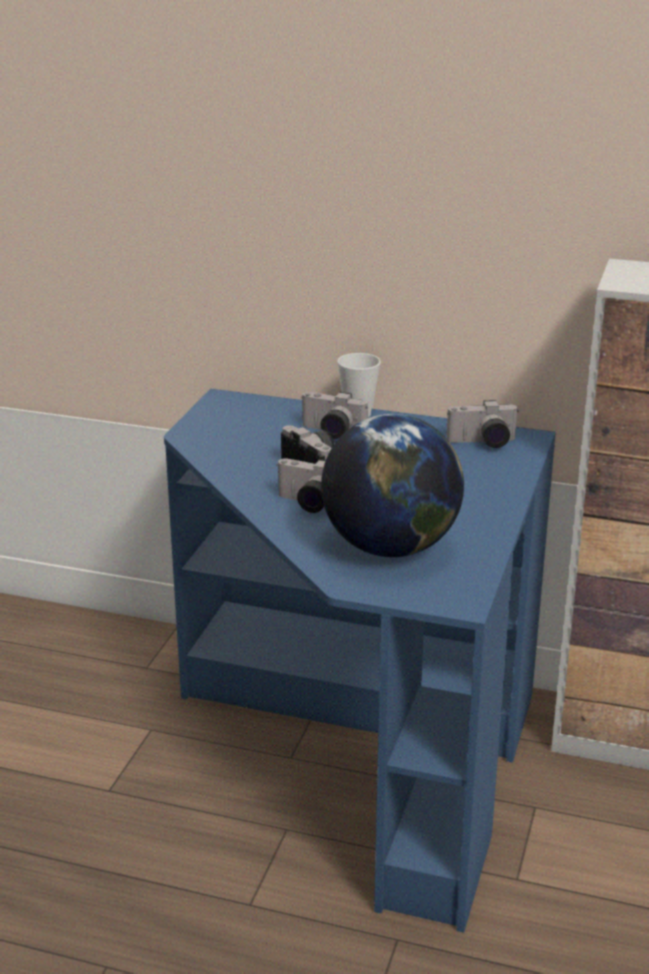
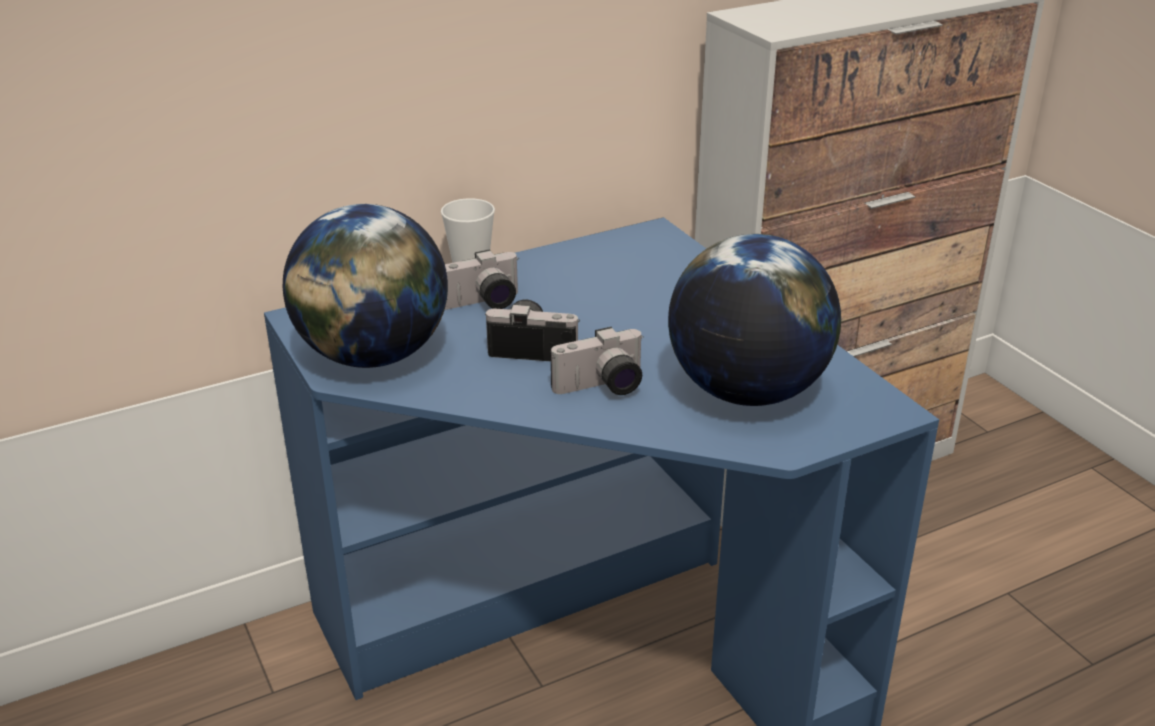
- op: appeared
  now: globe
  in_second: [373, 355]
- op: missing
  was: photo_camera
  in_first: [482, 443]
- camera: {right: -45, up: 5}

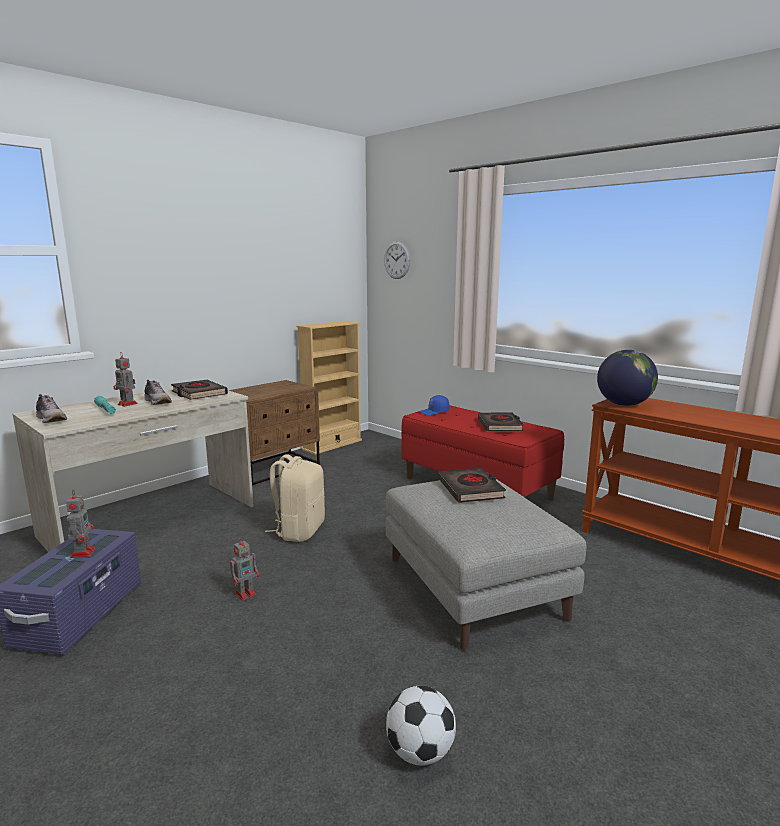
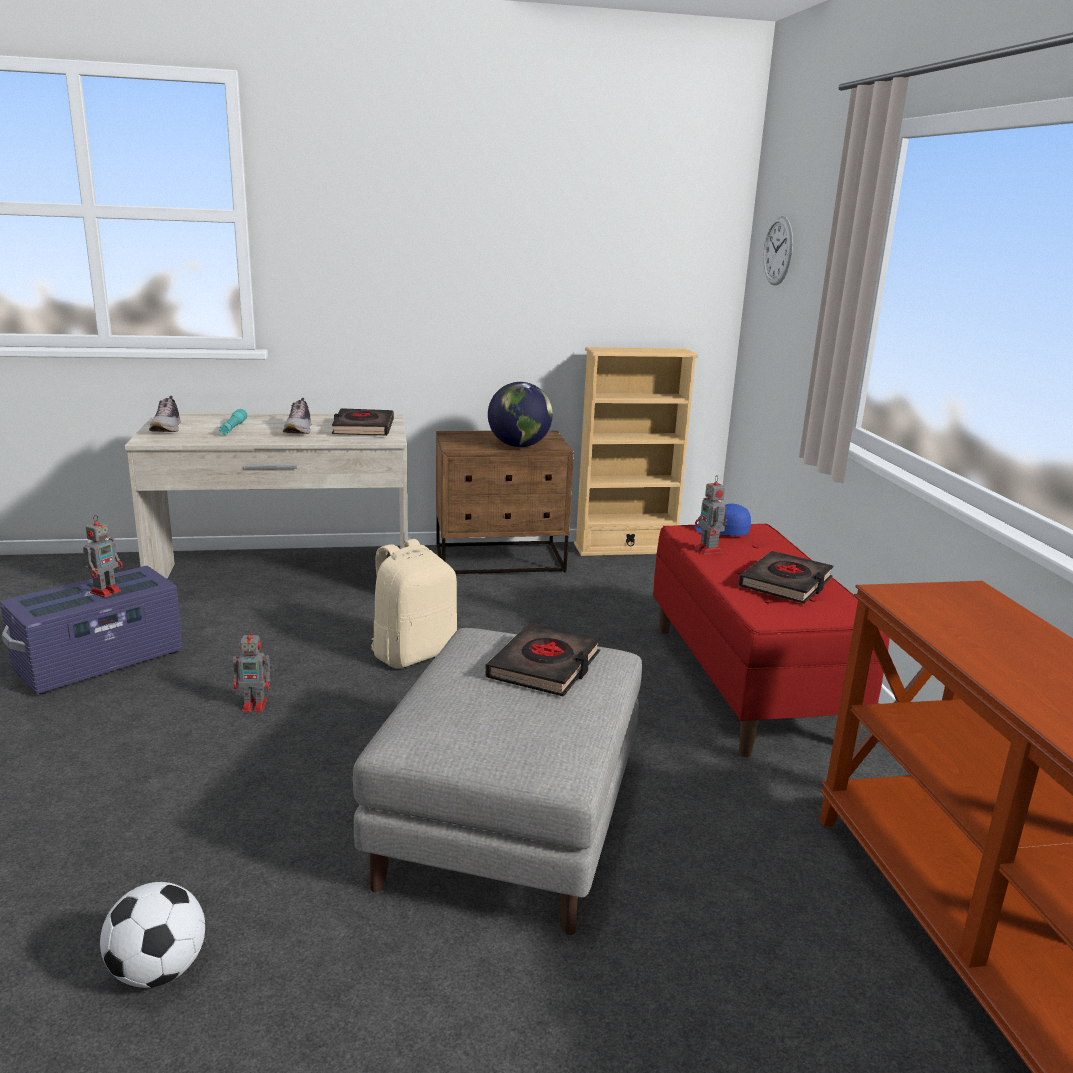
- op: relocated
  was: globe
  in_first: [624, 404]
  in_second: [519, 446]
- op: relocated
  was: toy_robot
  in_first: [128, 404]
  in_second: [709, 551]
- camera: {right: 35, up: 5}

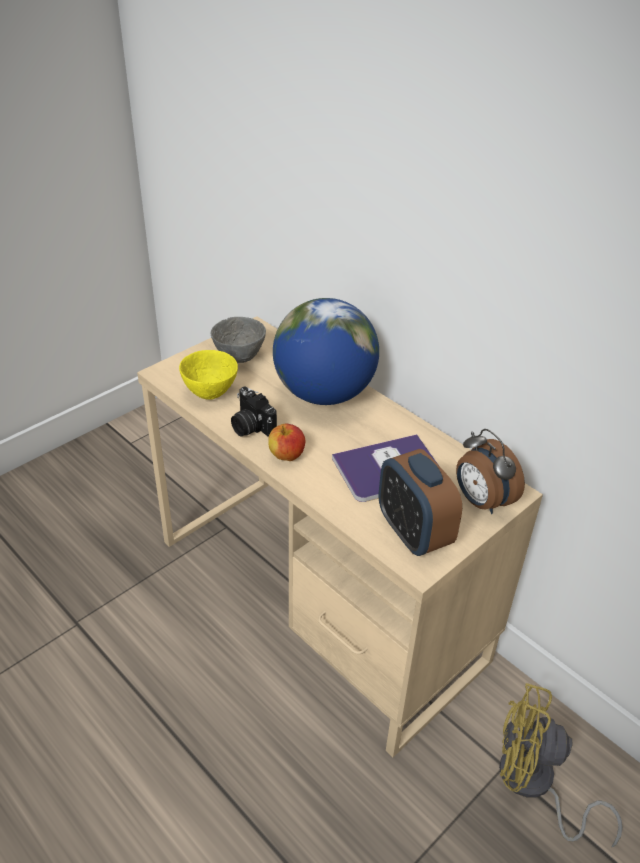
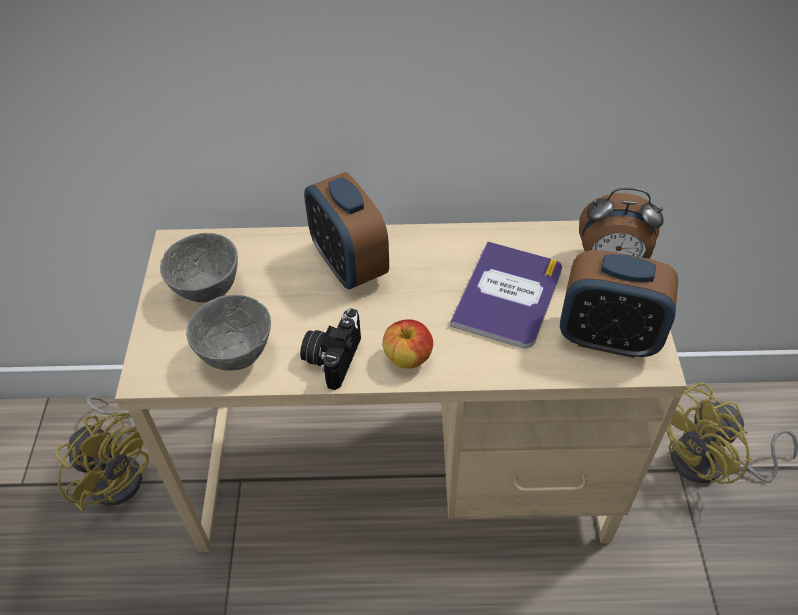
- op: appeared
  now: yellow_fan
  in_second: [119, 471]
- op: colour
  was: yellow_bowl
  now: grey_bowl
  in_first: [210, 392]
  in_second: [235, 354]
- op: spun
  was: photo_camera
  in_first: [250, 427]
  in_second: [332, 357]
  clockwise: 105
- op: exchanged
  was: globe
  now: alarm_clock
  in_first: [324, 394]
  in_second: [349, 264]
- camera: {right: -45, up: 10}

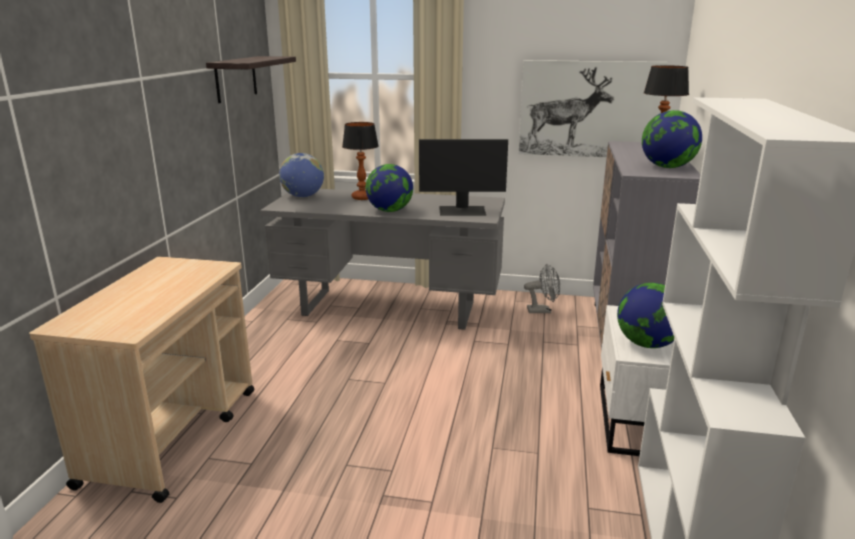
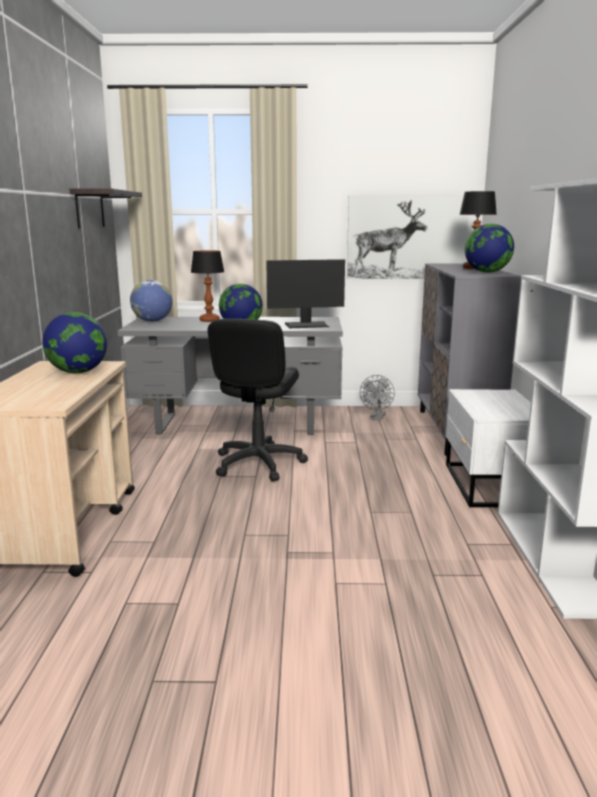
- op: relocated
  was: globe
  in_first: [647, 344]
  in_second: [78, 372]
- op: appeared
  now: black_office_chair
  in_second: [258, 463]
- op: spun
  was: grey_fan
  in_first: [543, 310]
  in_second: [377, 418]
  clockwise: 120
- camera: {right: -10, up: -5}

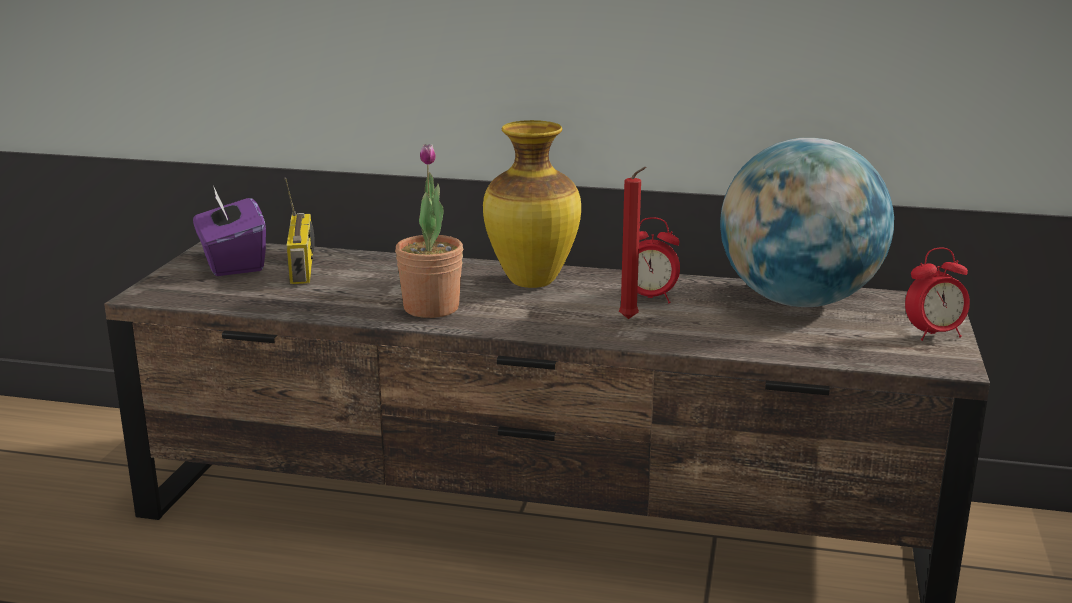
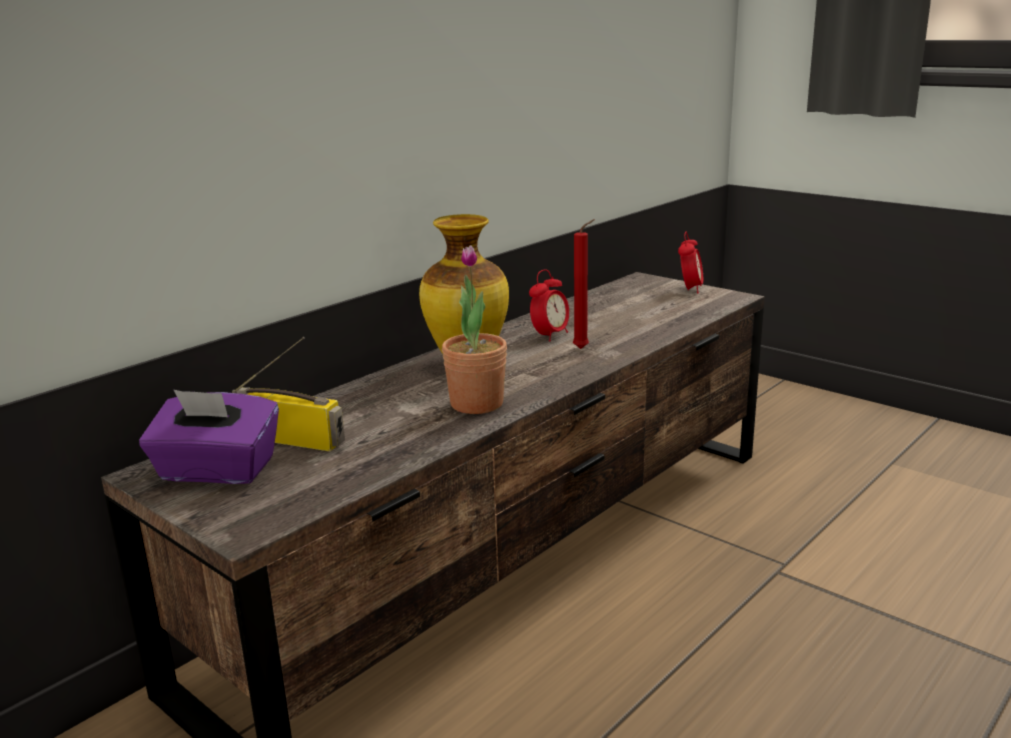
- op: missing
  was: globe
  in_first: [798, 301]
- camera: {right: -60, up: 0}

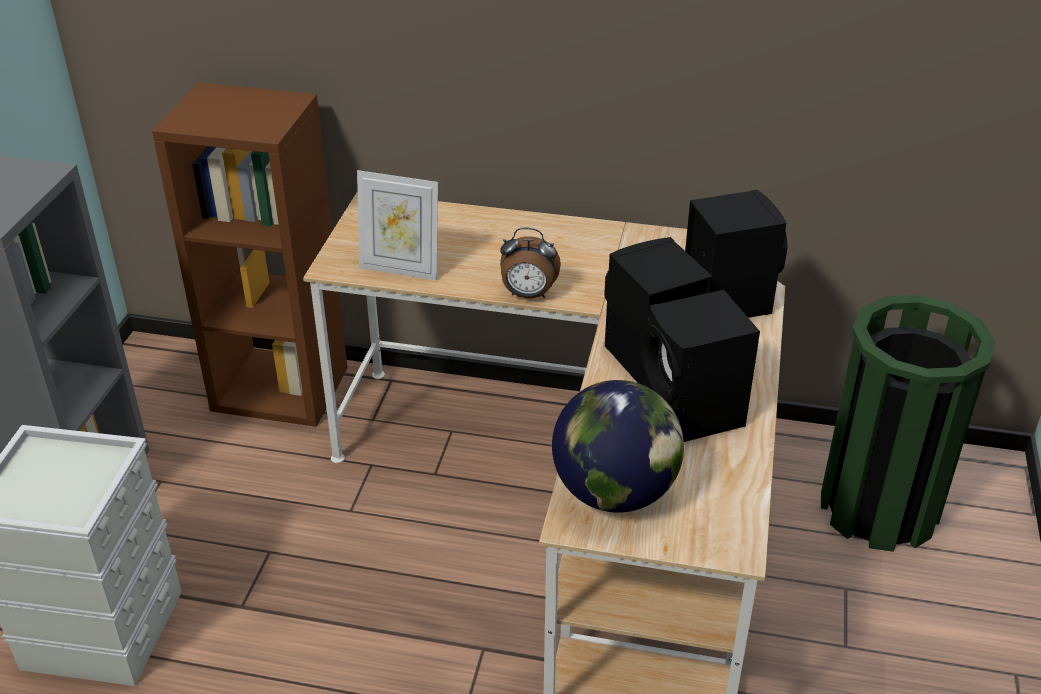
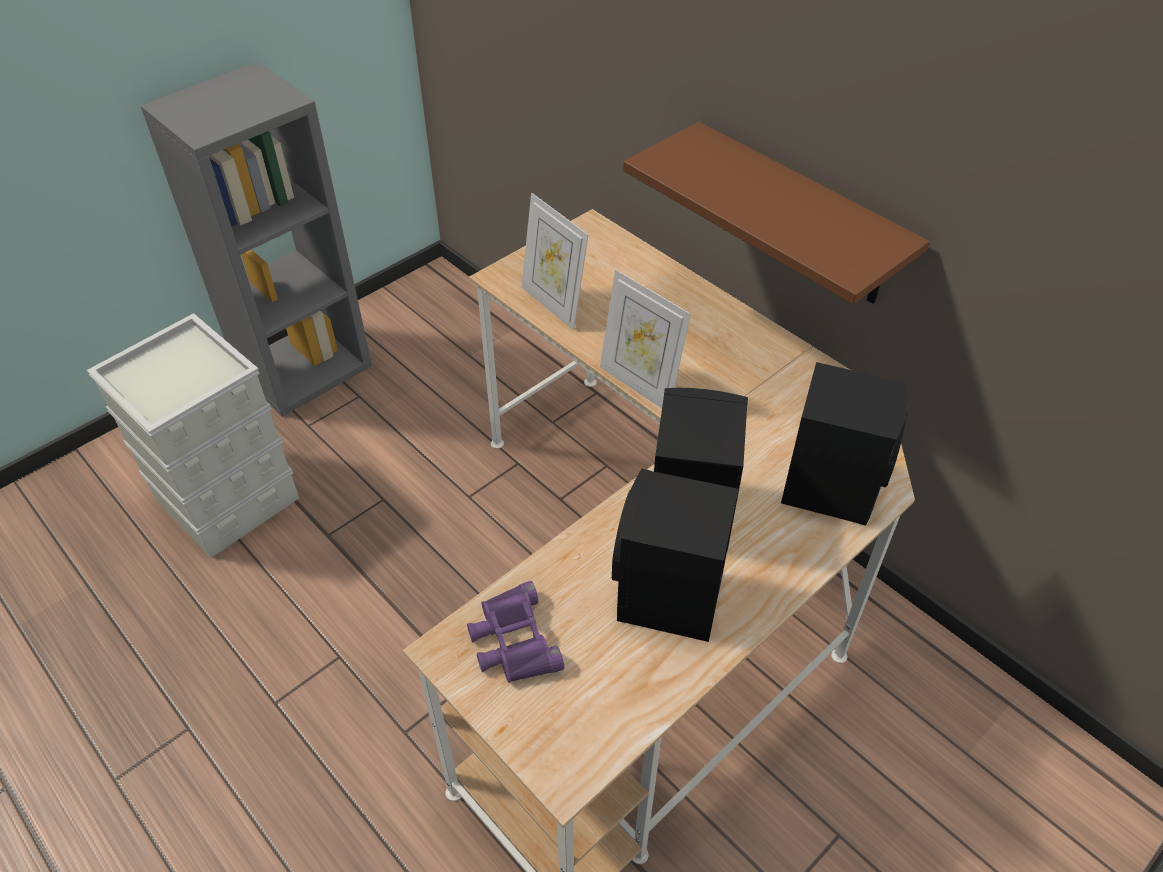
- op: exchanged
  was: globe
  now: purple_binoculars
  in_first: [614, 493]
  in_second: [513, 641]
- op: exchanged
  was: alarm_clock
  now: picture_frame
  in_first: [528, 295]
  in_second: [639, 384]
- op: appeared
  now: brown_shelf
  in_second: [798, 216]
- op: missing
  was: brown_bookcase
  in_first: [282, 388]
- op: missing
  was: green_trash_can
  in_first: [879, 508]
- camera: {right: 35, up: 10}

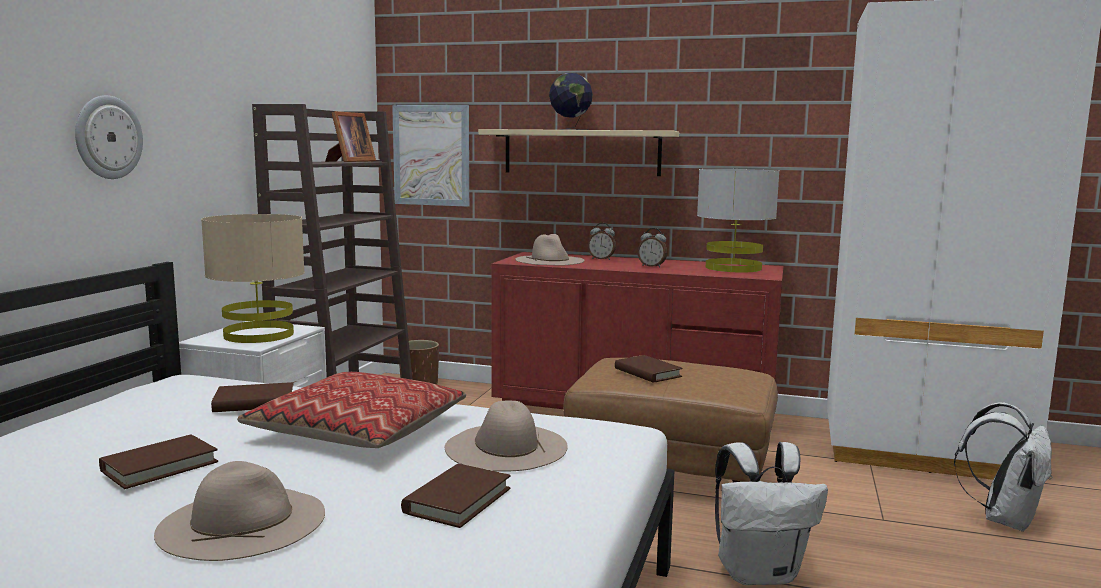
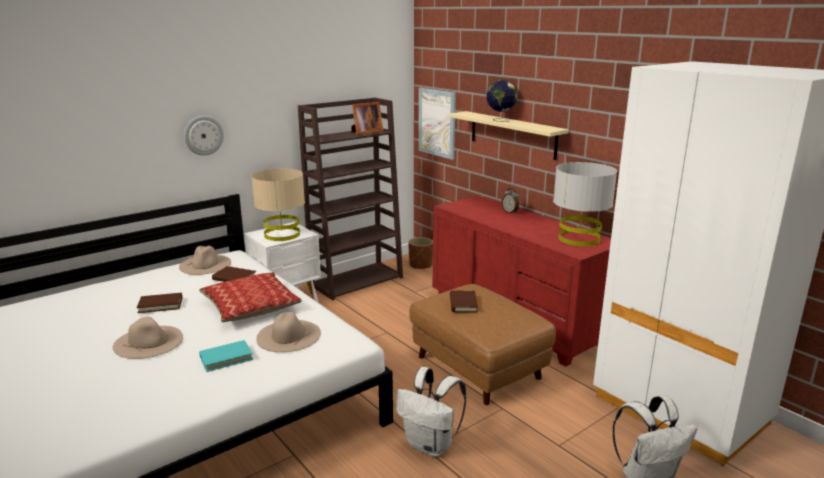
- op: relocated
  was: beige_hat
  in_first: [550, 260]
  in_second: [205, 264]
- op: colour
  was: brown_book
  now: turquoise_book
  in_first: [457, 500]
  in_second: [226, 358]
- op: missing
  was: alarm_clock
  in_first: [652, 266]
- camera: {right: 35, up: 10}

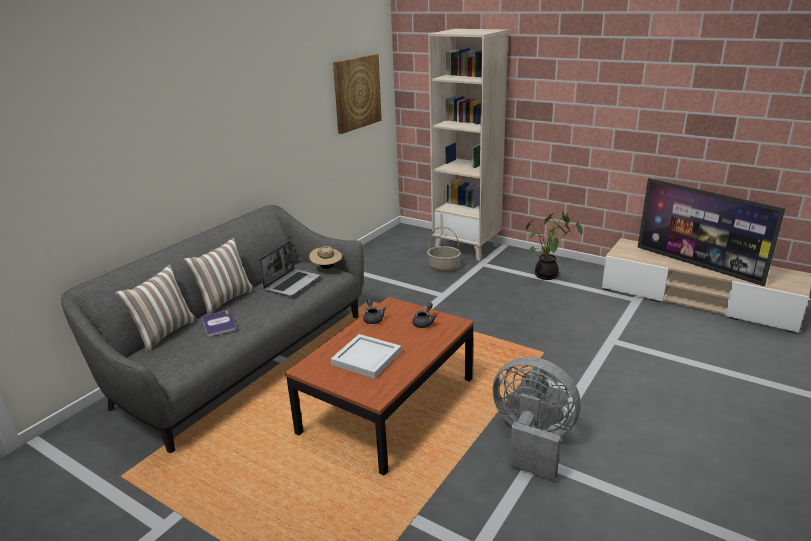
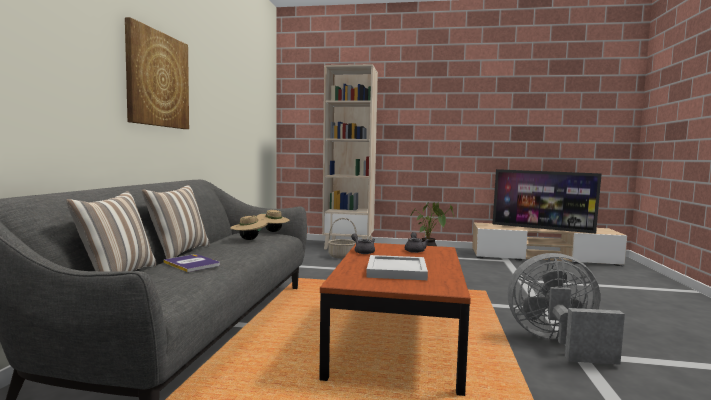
- op: relocated
  was: picture
  in_first: [357, 93]
  in_second: [157, 79]
- op: exchanged
  was: laptop
  now: beige_hat
  in_first: [292, 283]
  in_second: [249, 239]
- camera: {right: -25, up: -20}

